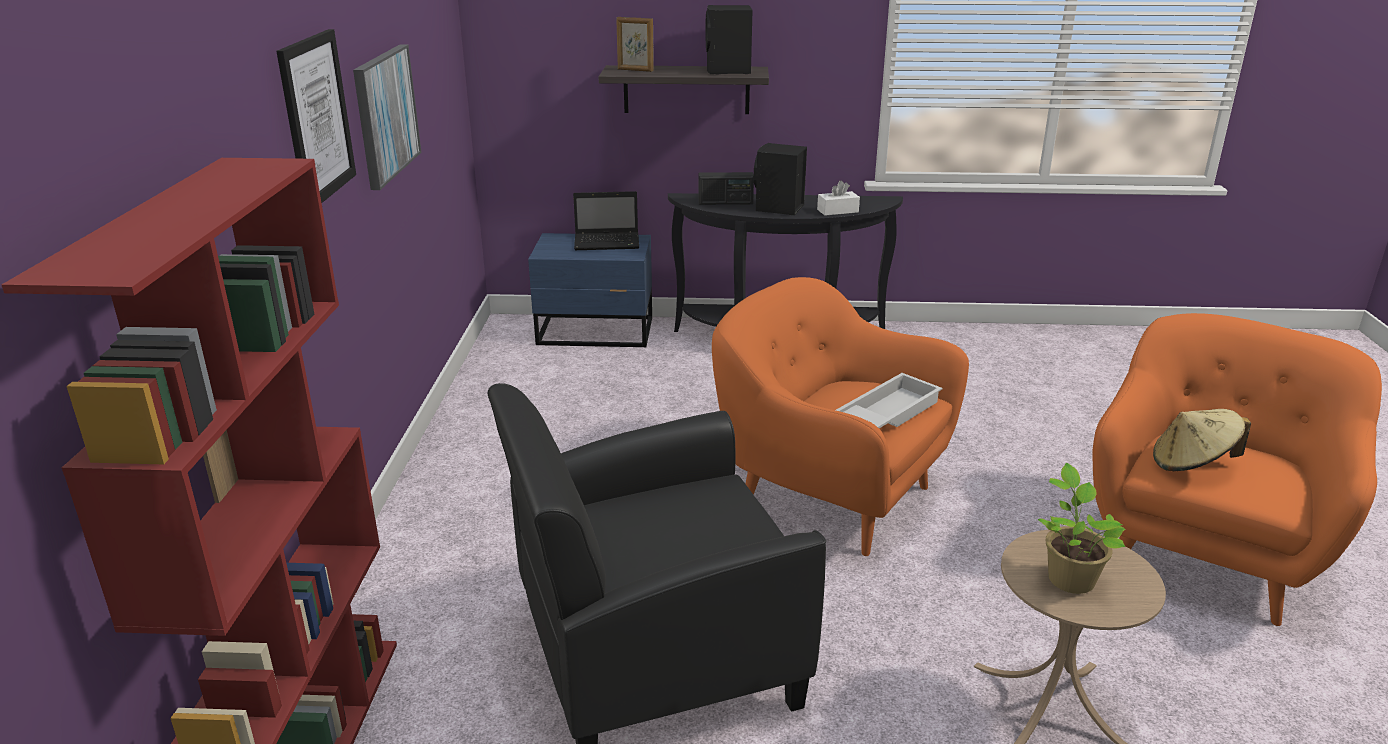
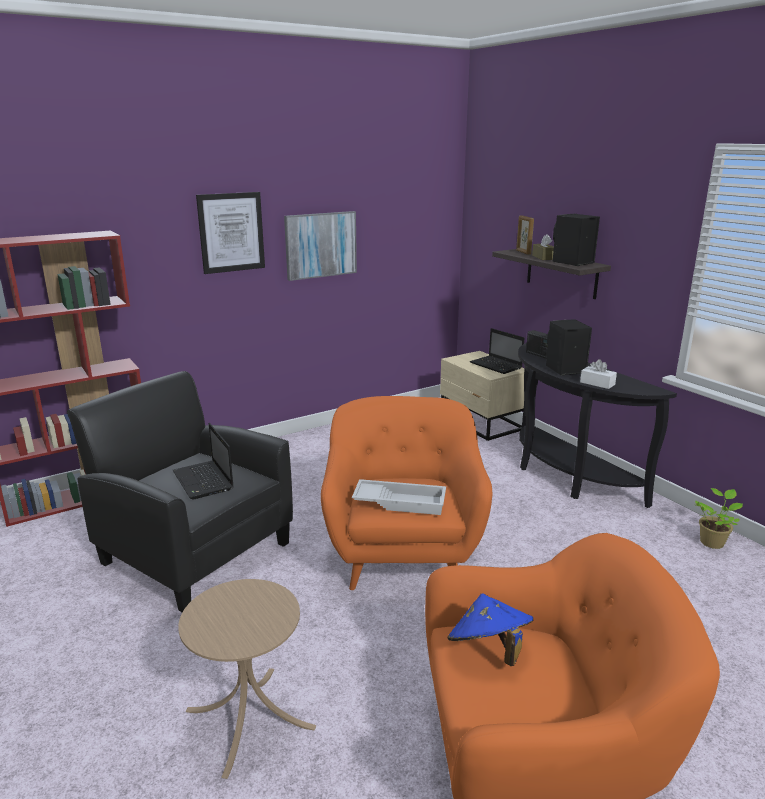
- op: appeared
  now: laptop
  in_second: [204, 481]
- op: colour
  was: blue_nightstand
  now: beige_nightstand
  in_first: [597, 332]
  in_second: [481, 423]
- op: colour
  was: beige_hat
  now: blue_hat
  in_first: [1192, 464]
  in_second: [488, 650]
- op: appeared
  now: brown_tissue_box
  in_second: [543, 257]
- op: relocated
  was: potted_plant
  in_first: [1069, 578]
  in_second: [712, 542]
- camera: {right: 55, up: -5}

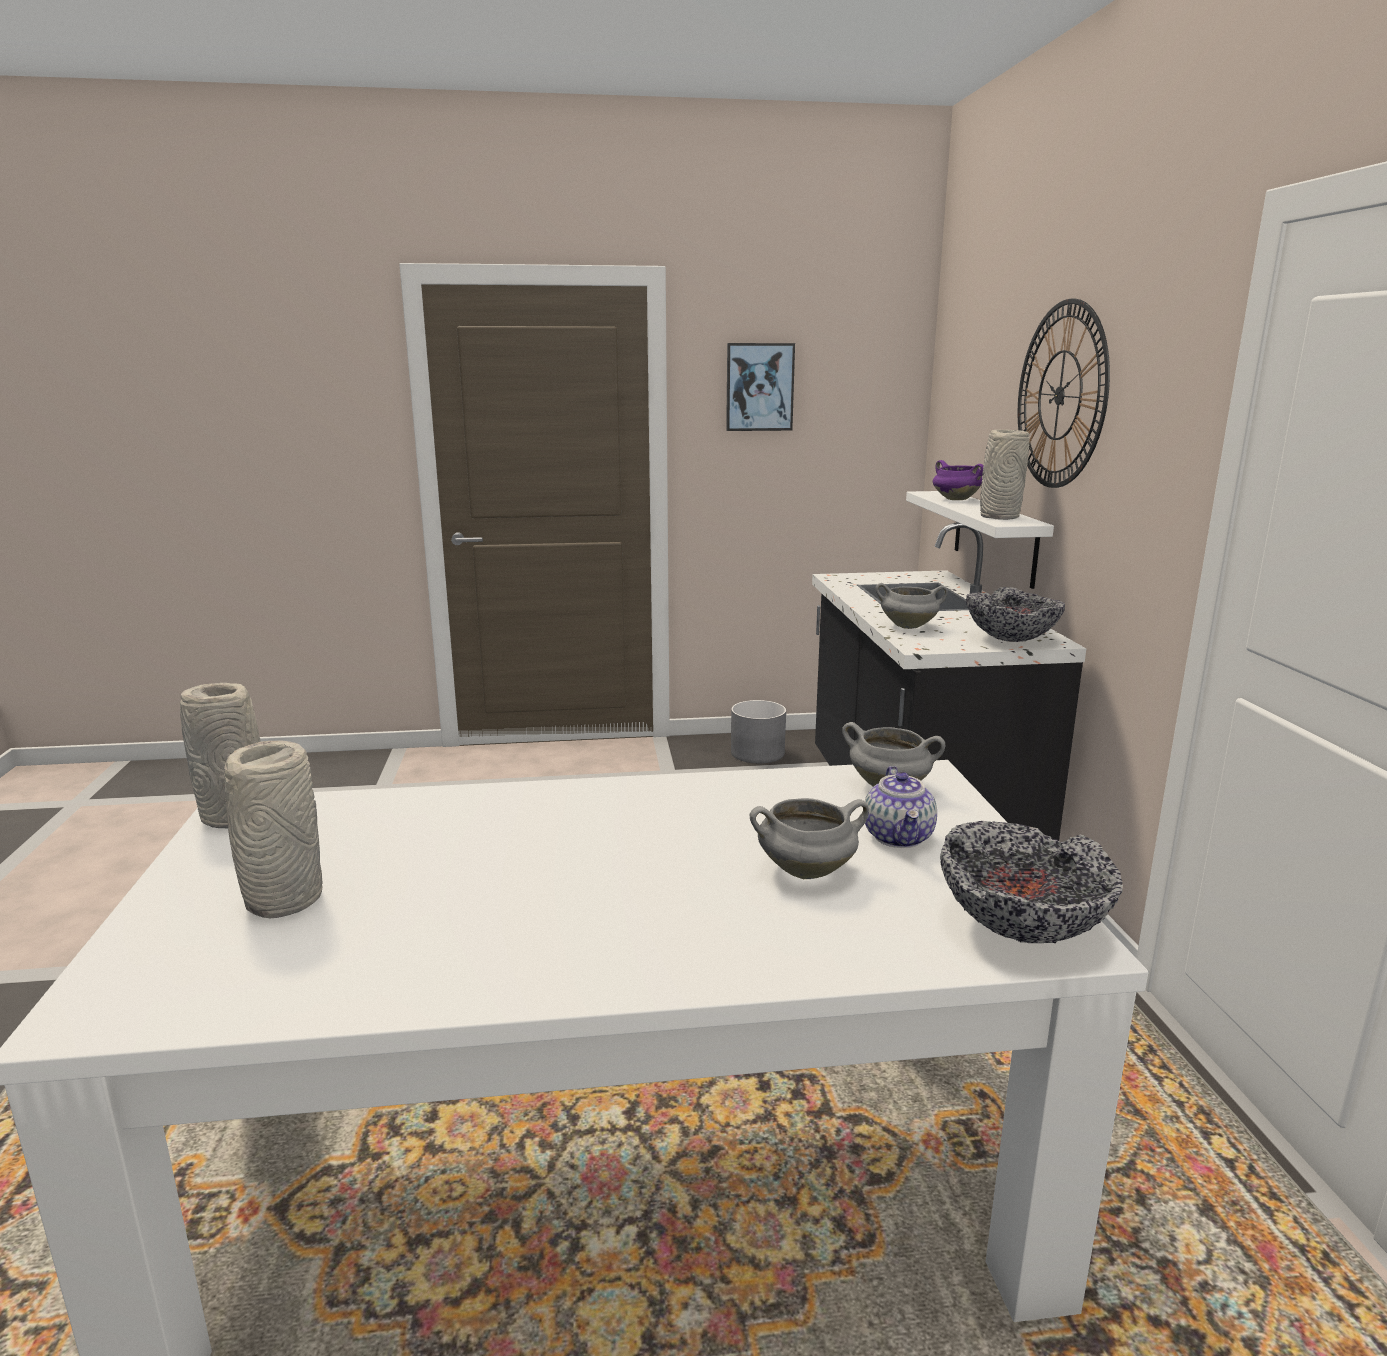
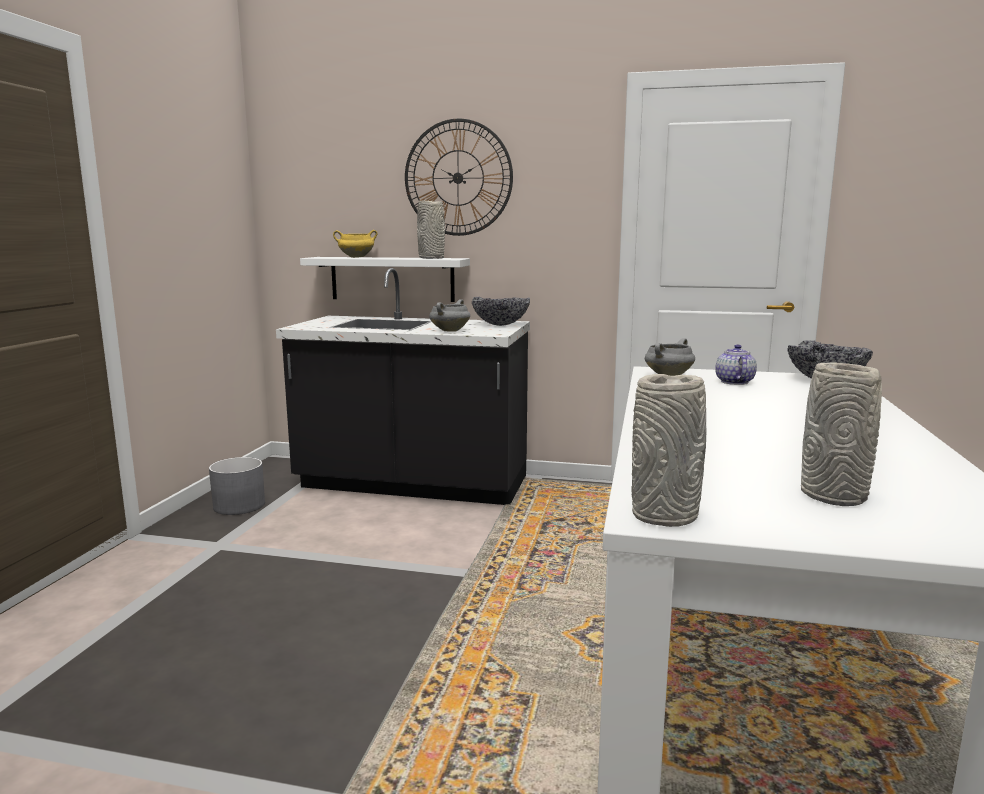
- op: colour
  was: purple_cooking_pot
  now: yellow_cooking_pot
  in_first: [955, 499]
  in_second: [356, 257]
- op: spun
  was: teapot
  in_first: [899, 837]
  in_second: [733, 382]
  clockwise: -105
- op: missing
  was: picture
  in_first: [759, 387]
- op: missing
  was: grey_cooking_pot
  in_first: [807, 870]
- camera: {right: -70, up: -5}

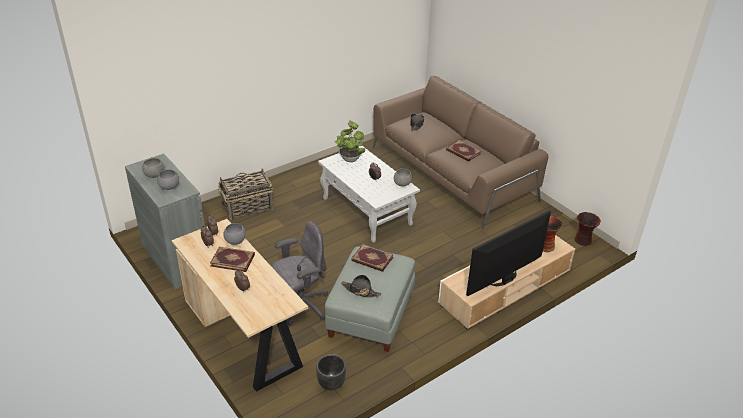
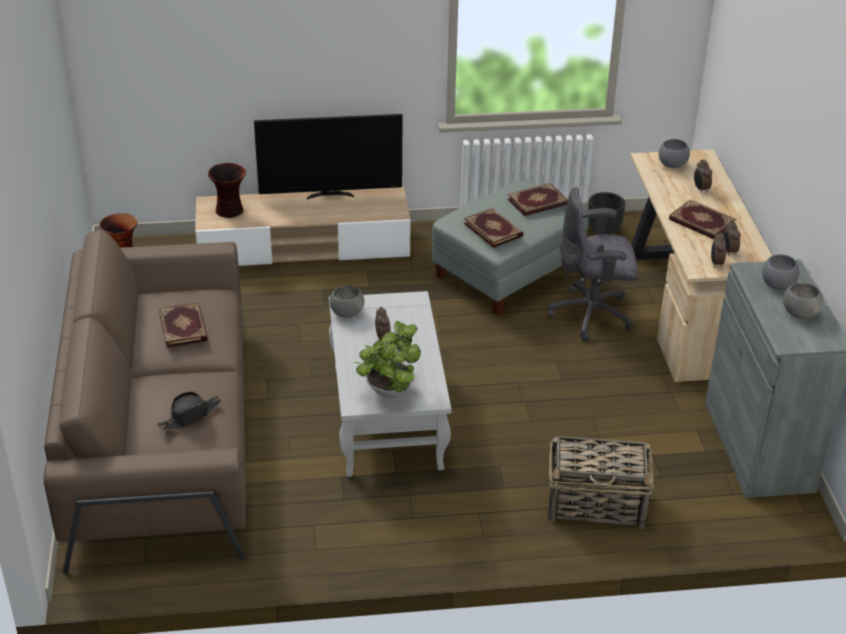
- op: exchanged
  was: black_hat
  now: book
  in_first: [360, 291]
  in_second: [538, 202]
- op: relocated
  was: grey_bowl
  in_first: [235, 241]
  in_second: [671, 165]
- camera: {right: -150, up: 0}

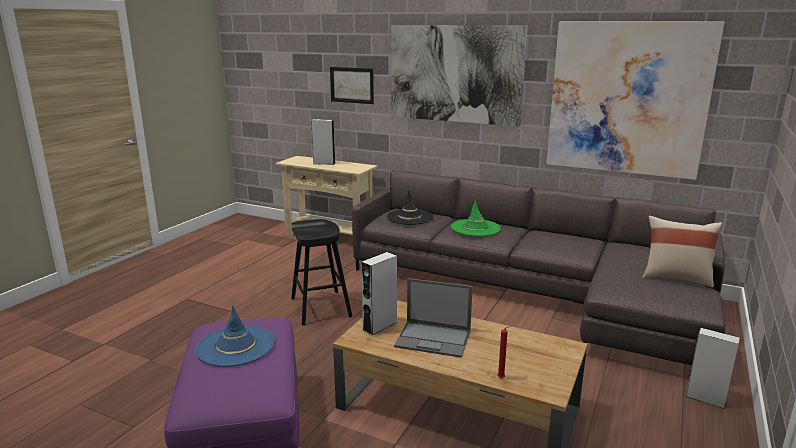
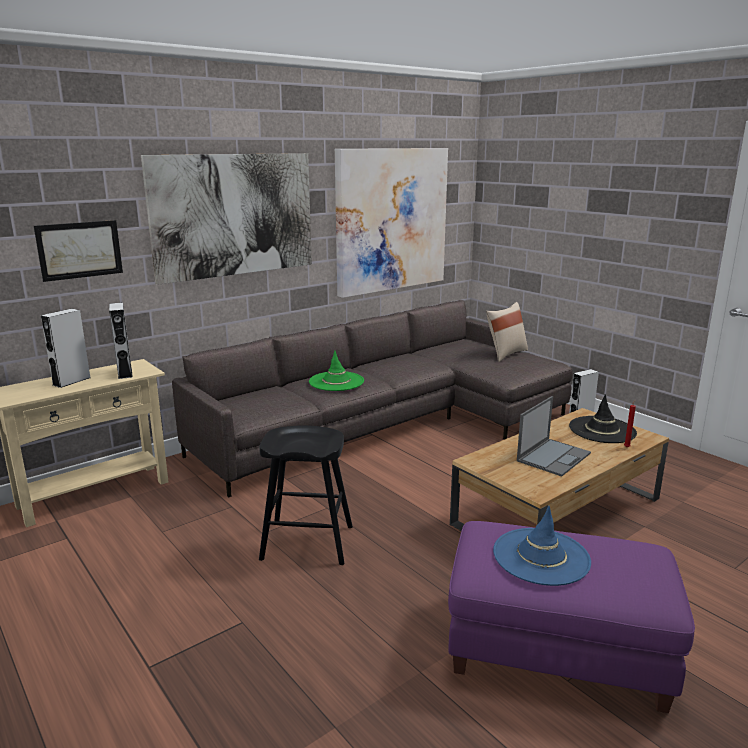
- op: relocated
  was: grey_speaker
  in_first: [380, 326]
  in_second: [125, 373]
- op: relocated
  was: black_hat
  in_first: [410, 217]
  in_second: [602, 430]
- camera: {right: -65, up: 0}

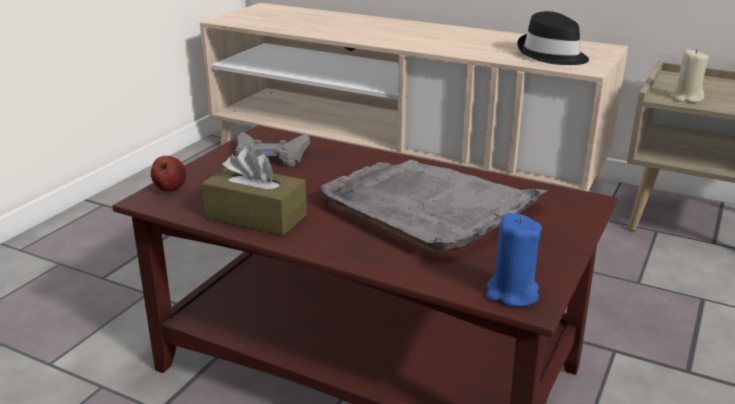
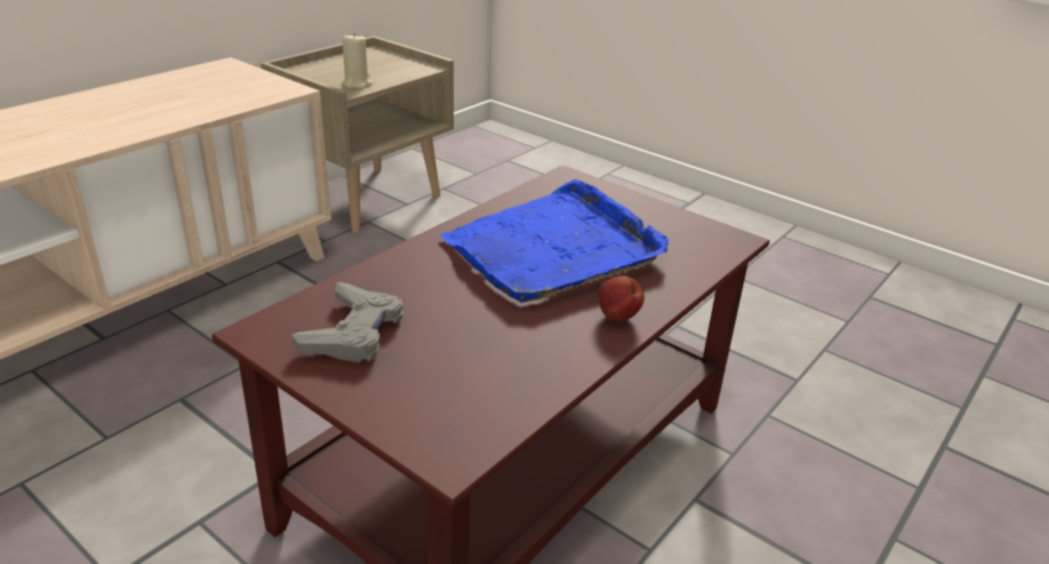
- op: colour
  was: grey_tray
  now: blue_tray
  in_first: [429, 207]
  in_second: [554, 248]
- op: relocated
  was: apple
  in_first: [170, 189]
  in_second: [617, 317]
- op: missing
  was: brown_tissue_box
  in_first: [256, 216]
- op: missing
  was: blue_candle
  in_first: [512, 293]
- op: missing
  was: black_hat
  in_first: [552, 55]
- camera: {right: -80, up: 5}

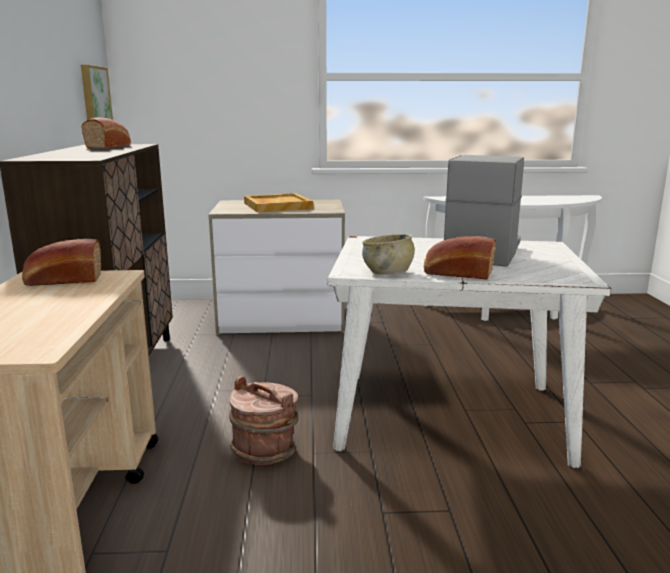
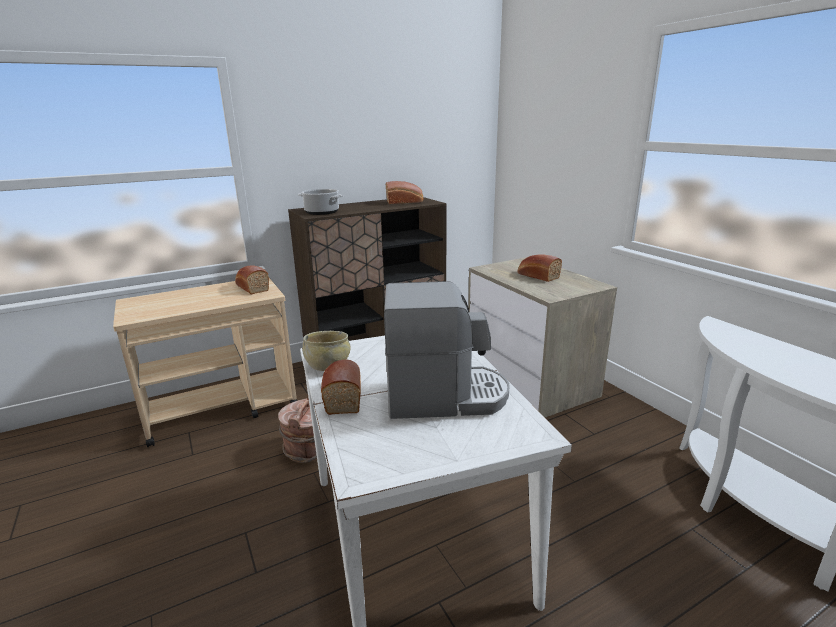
- op: appeared
  now: cooking_pot
  in_second: [321, 212]
- op: exchanged
  was: beige_tray
  now: bread
  in_first: [277, 206]
  in_second: [537, 276]
- op: missing
  was: picture
  in_first: [94, 97]
- camera: {right: 65, up: 5}

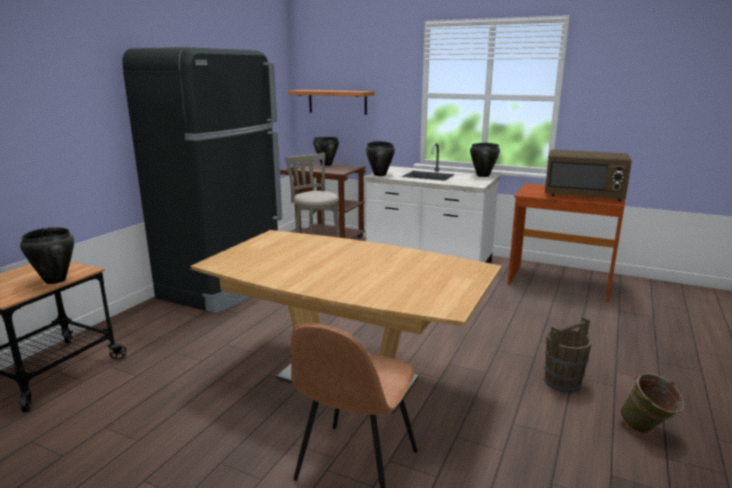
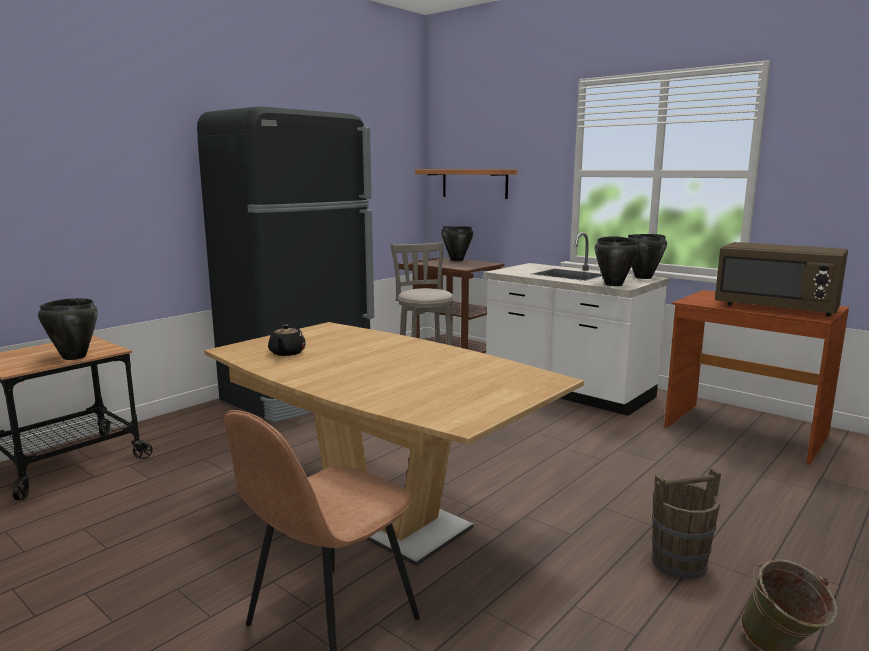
- op: appeared
  now: black_teapot
  in_second: [287, 353]
- op: relocated
  was: black_cooking_pot
  in_first: [380, 175]
  in_second: [614, 284]
- camera: {right: 15, up: -5}

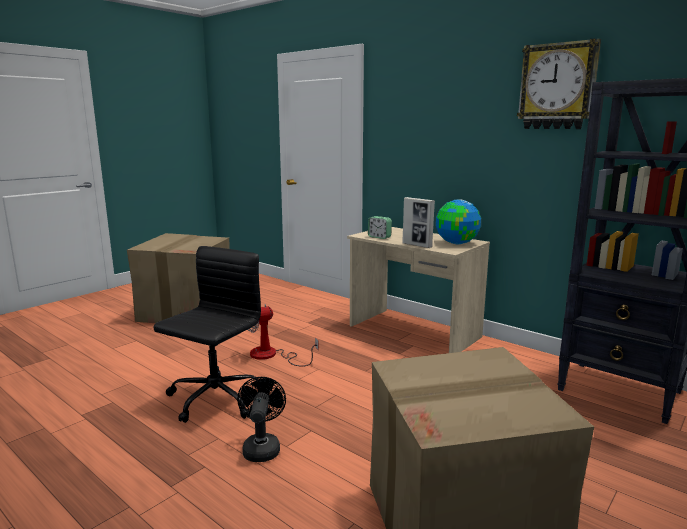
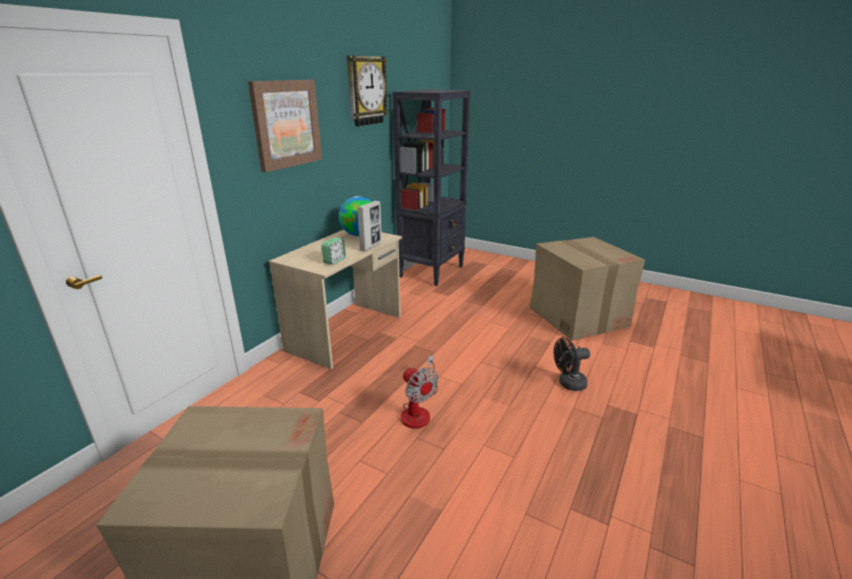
- op: appeared
  now: picture
  in_second: [286, 124]
- op: missing
  was: black_office_chair
  in_first: [214, 399]
- camera: {right: -100, up: 10}

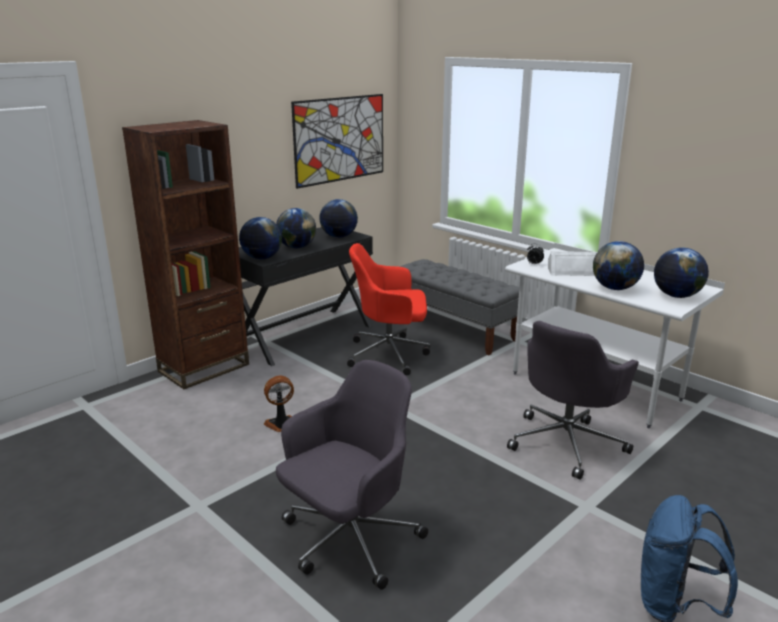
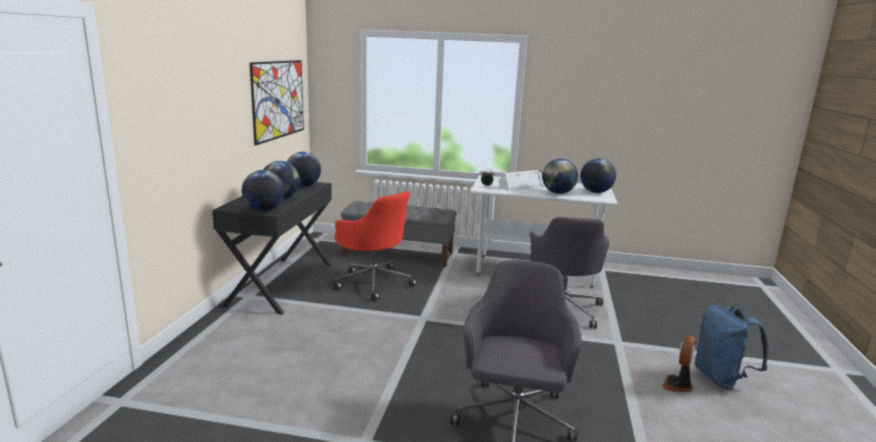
- op: spun
  was: red_office_chair
  in_first: [390, 354]
  in_second: [373, 282]
  clockwise: -105
- op: relocated
  was: fan
  in_first: [281, 425]
  in_second: [678, 385]
- op: missing
  was: brown_bookcase
  in_first: [204, 368]
- camera: {right: -35, up: -5}

